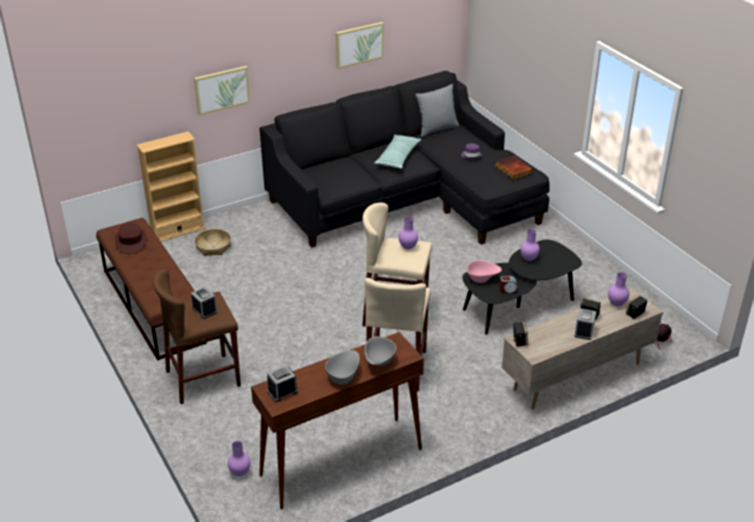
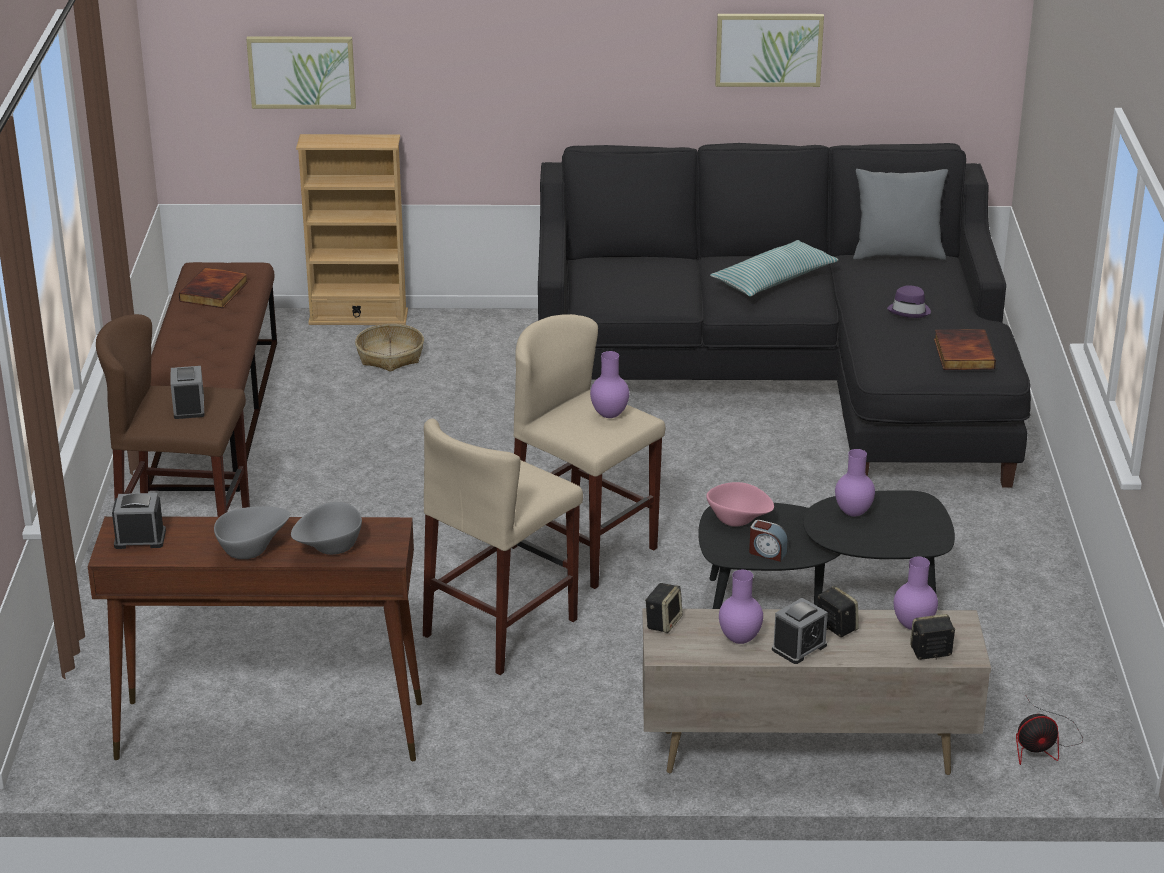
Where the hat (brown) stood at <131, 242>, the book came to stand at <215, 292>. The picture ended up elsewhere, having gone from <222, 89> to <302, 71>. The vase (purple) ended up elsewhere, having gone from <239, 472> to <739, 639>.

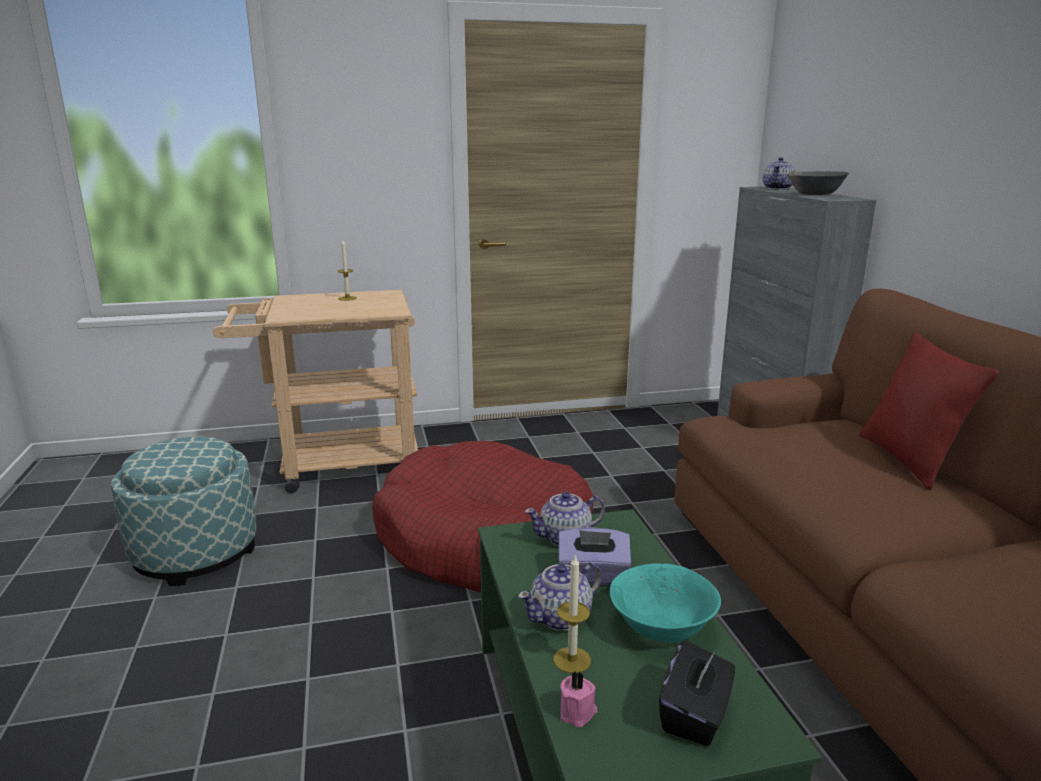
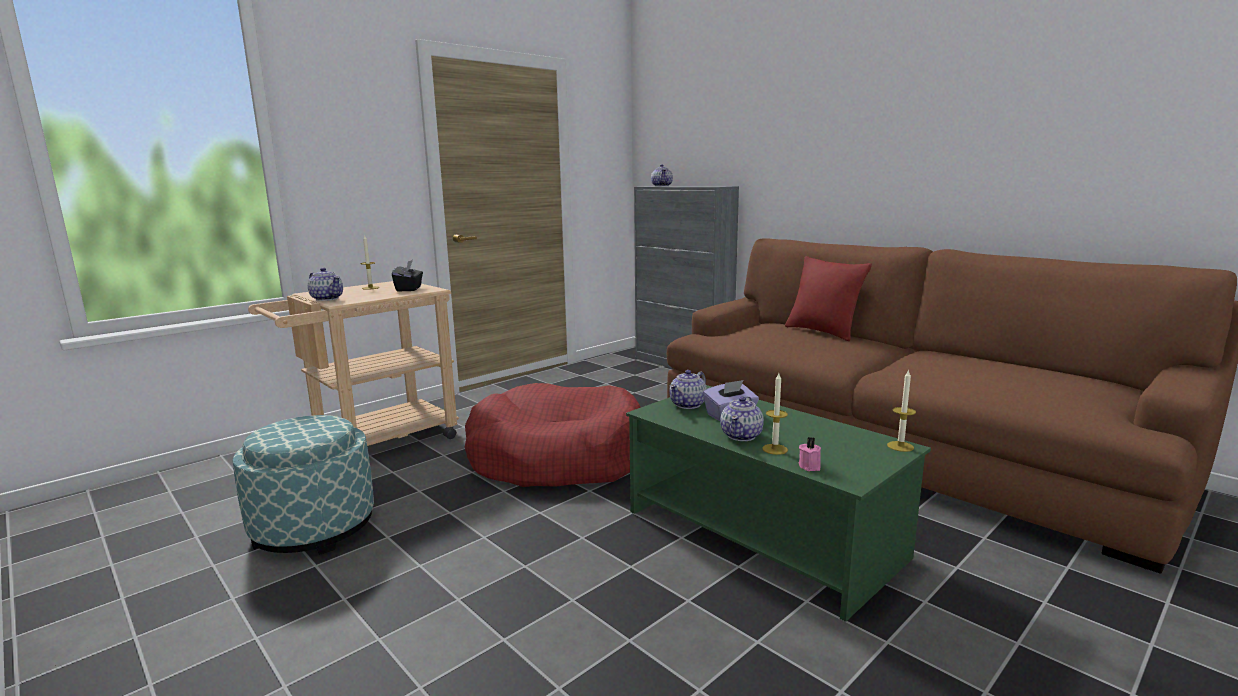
The second view gained the teapot at <327, 298>. The tissue box (black) ended up elsewhere, having gone from <695, 715> to <409, 289>. The second view gained the candle at <900, 446>. The second view lost the bowl (turquoise) at <663, 626>. The second view lost the bowl (grey) at <815, 194>.

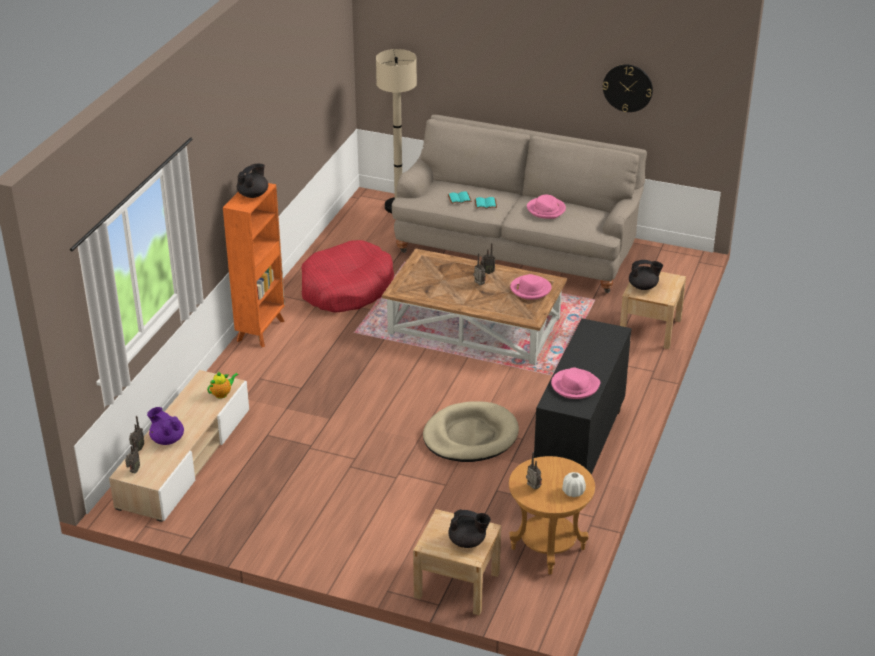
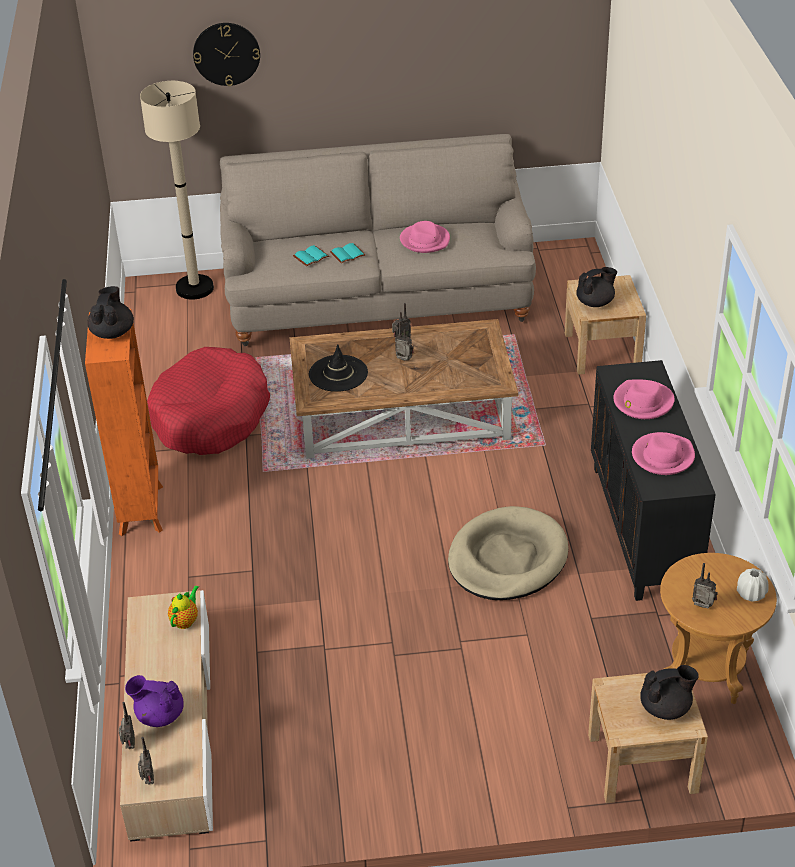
The wall clock ended up elsewhere, having gone from <627, 88> to <226, 54>. The second view gained the hat (black) at <338, 374>. The hat (pink) ended up elsewhere, having gone from <530, 289> to <642, 402>.

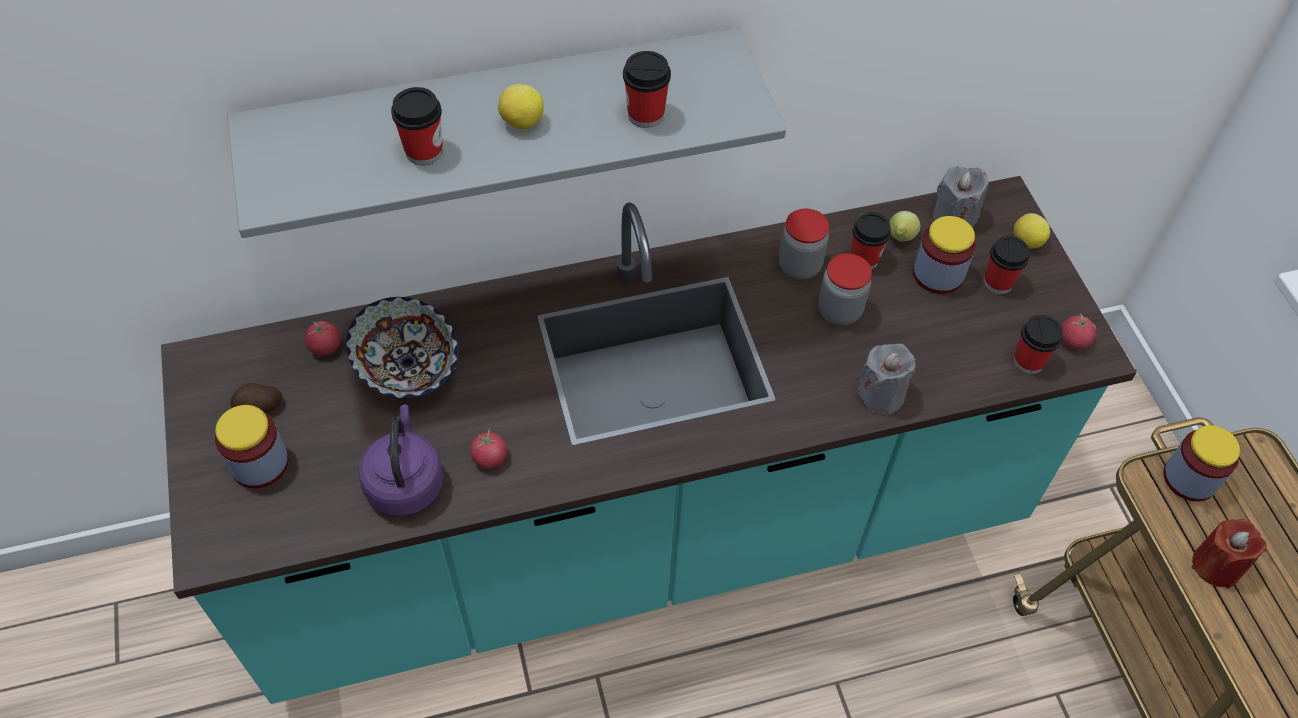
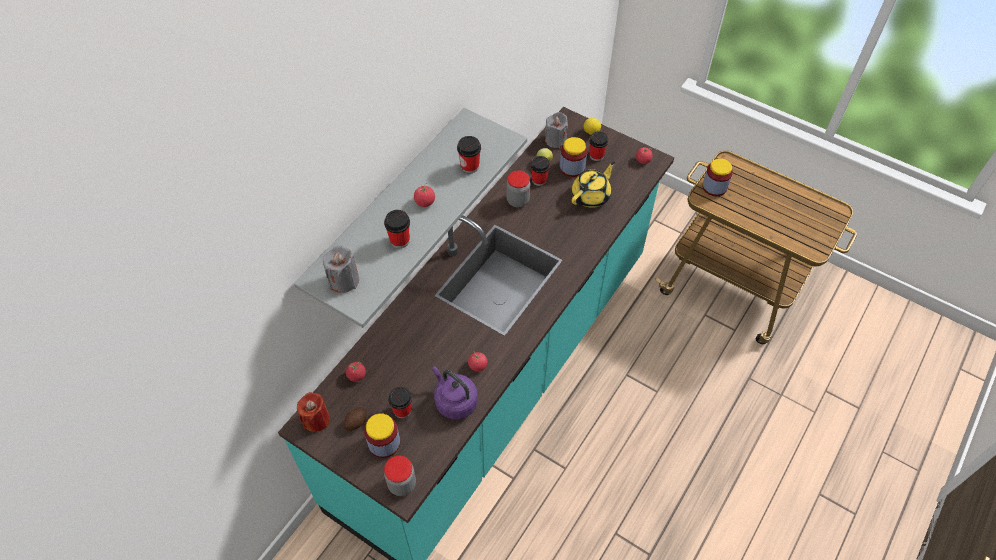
The candle (red) ended up elsewhere, having gone from <1216, 565> to <316, 419>. The candle (grey) ended up elsewhere, having gone from <881, 394> to <344, 280>. The jar ended up elsewhere, having gone from <839, 311> to <402, 484>. The cup ended up elsewhere, having gone from <1028, 361> to <402, 410>. Where the lemon stood at <521, 122>, the tomato came to stand at <425, 202>. The second view gained the teapot (yellow) at <591, 195>. The second view lost the bowl at <408, 365>.

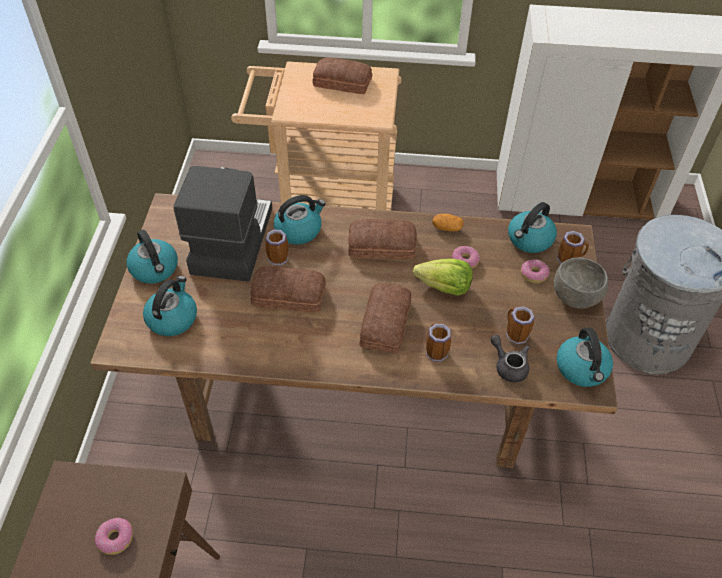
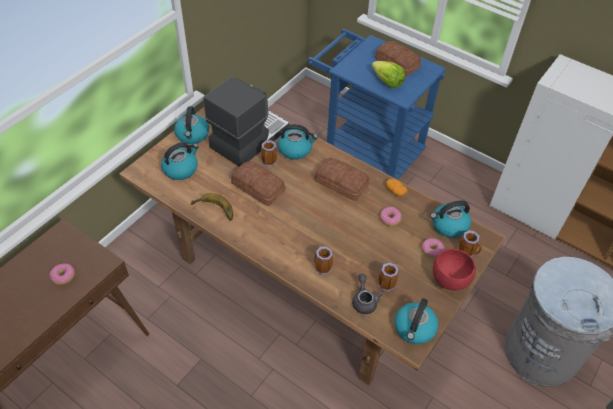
The second view gained the banana at <213, 211>. What was the cart (beige) at <325, 204> turned into the cart (blue) at <366, 148>. The lettuce ended up elsewhere, having gone from <444, 287> to <387, 82>. What was the bowl (grey) at <576, 297> turned into the bowl (red) at <450, 280>. The second view lost the bread at <387, 323>.

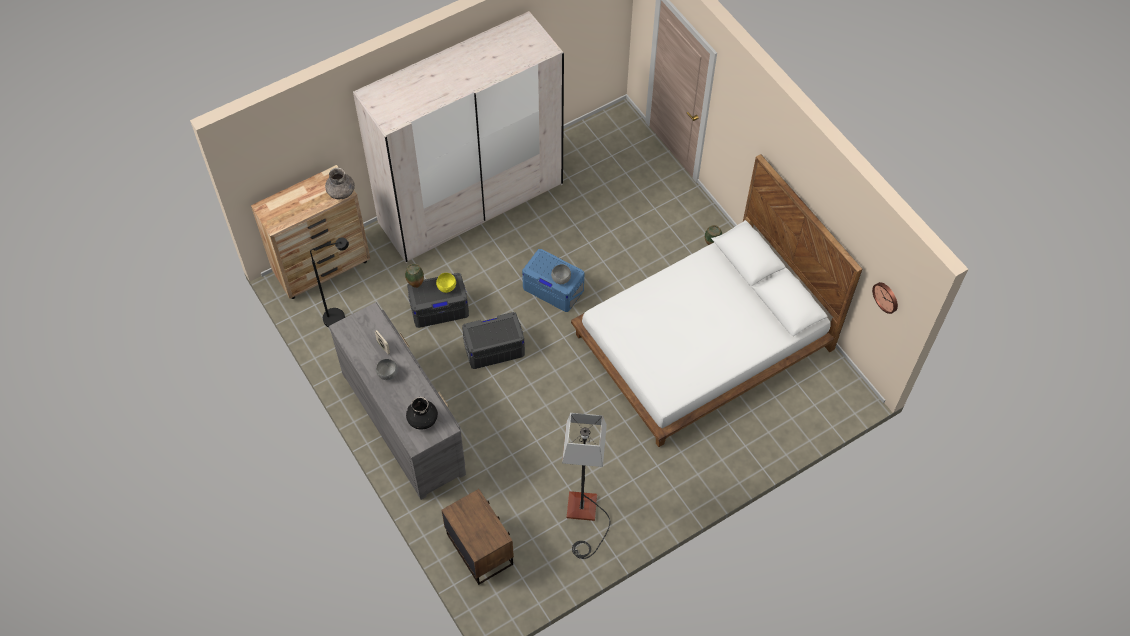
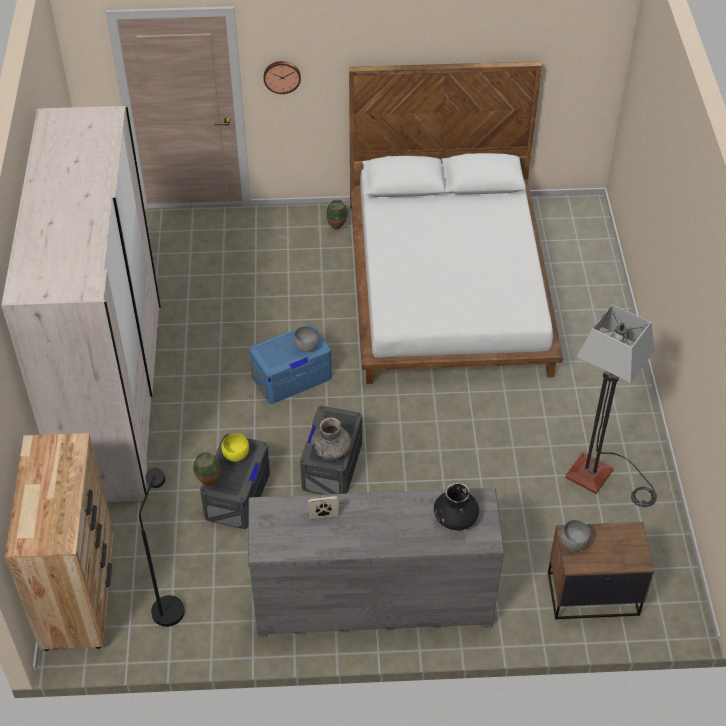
The wall clock ended up elsewhere, having gone from <886, 297> to <282, 76>. The vase (grey) ended up elsewhere, having gone from <341, 191> to <331, 450>. The bowl (grey) ended up elsewhere, having gone from <388, 374> to <574, 542>.

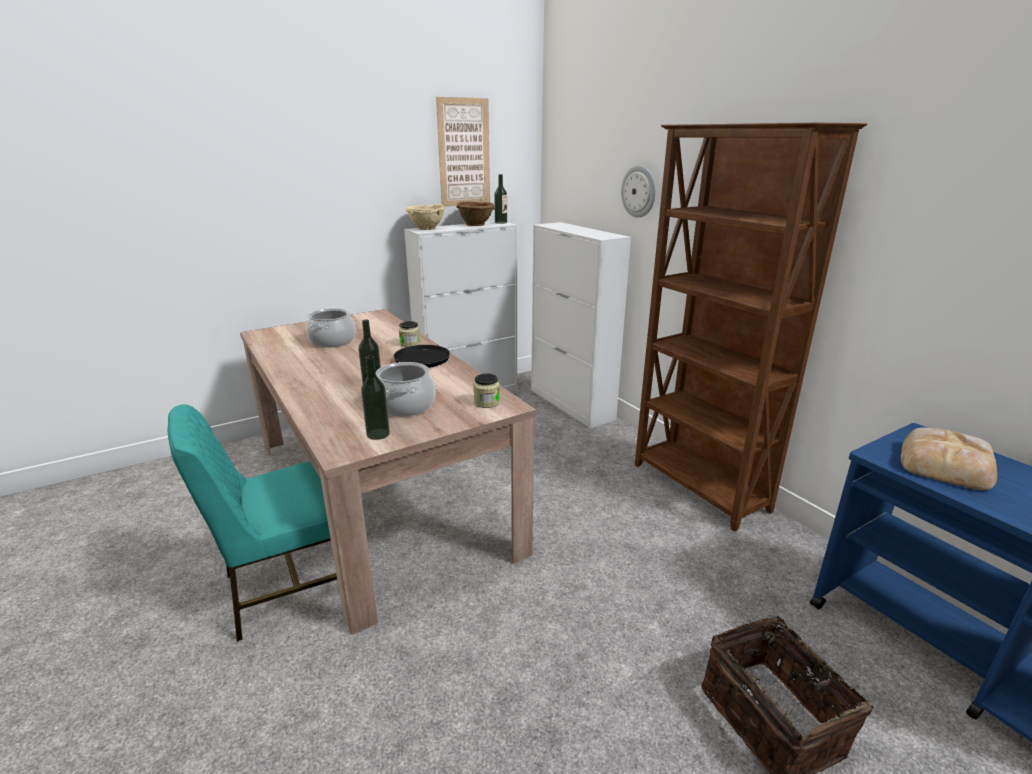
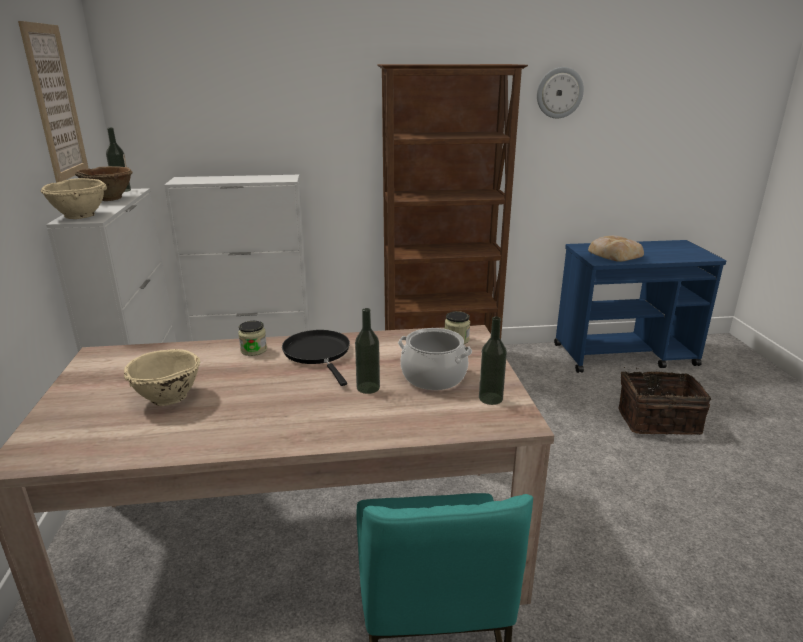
Where the cooking pot stood at <332, 341>, the bowl (beige) came to stand at <167, 397>. The wall clock ended up elsewhere, having gone from <639, 191> to <559, 93>.

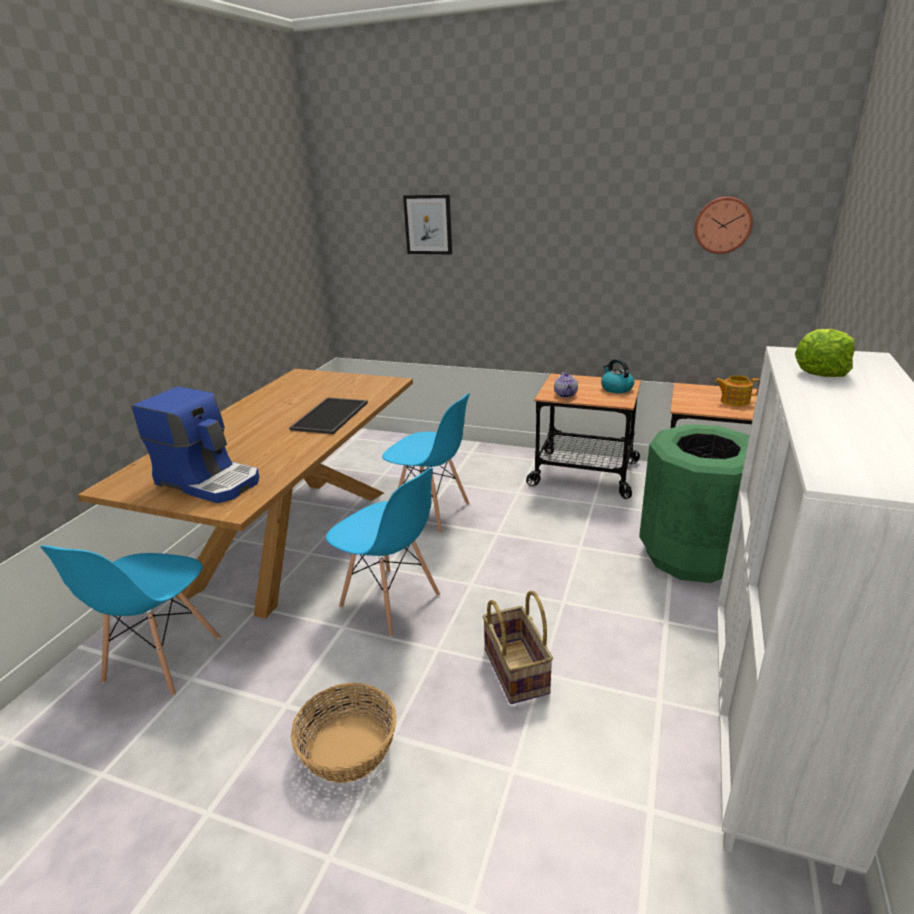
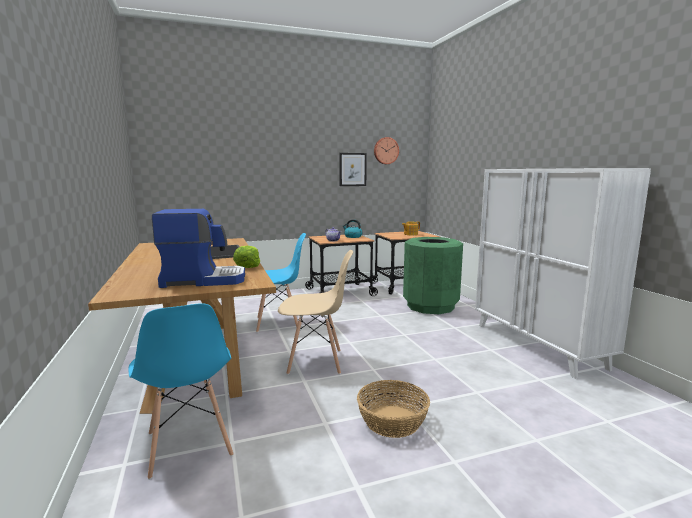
The lettuce ended up elsewhere, having gone from <820, 371> to <247, 266>. What was the chair (blue) at <390, 601> turned into the chair (beige) at <315, 362>. The picture ended up elsewhere, having gone from <428, 224> to <352, 169>. The second view lost the basket at <517, 670>.

